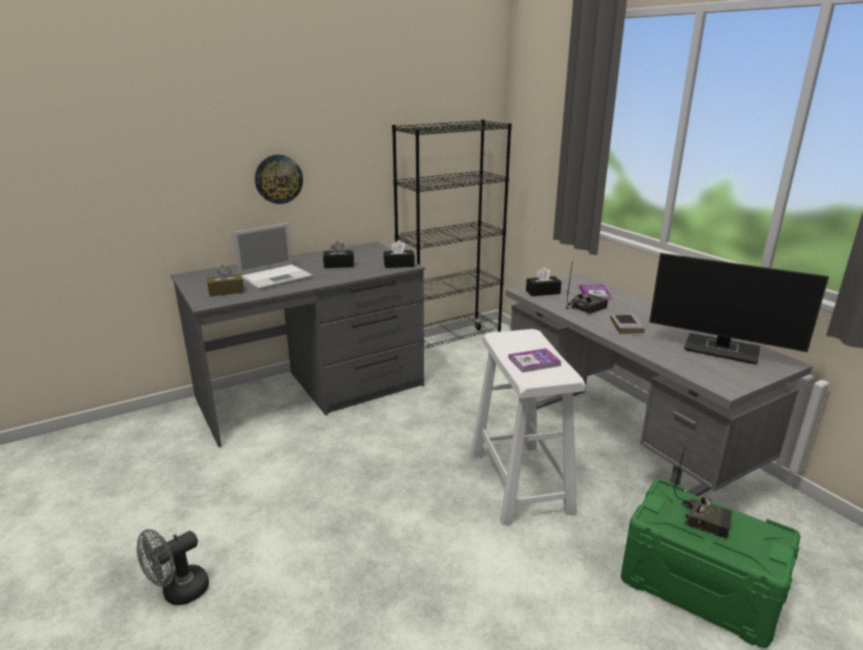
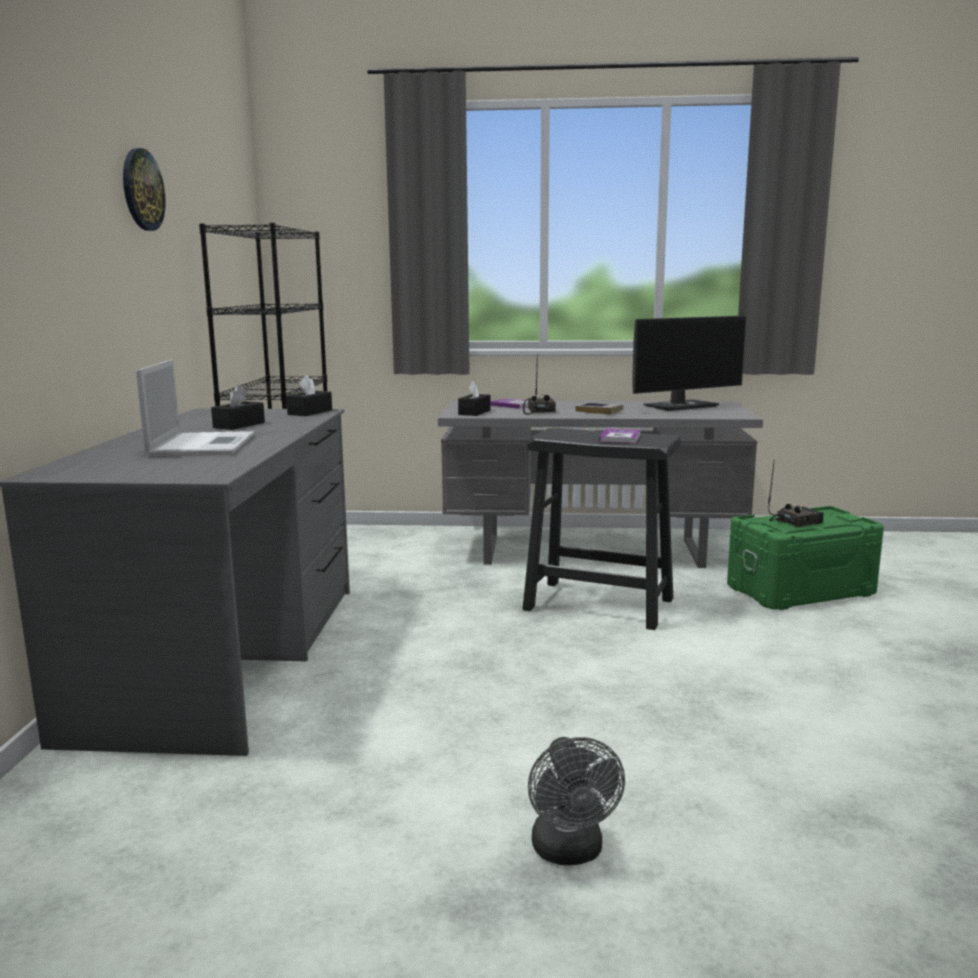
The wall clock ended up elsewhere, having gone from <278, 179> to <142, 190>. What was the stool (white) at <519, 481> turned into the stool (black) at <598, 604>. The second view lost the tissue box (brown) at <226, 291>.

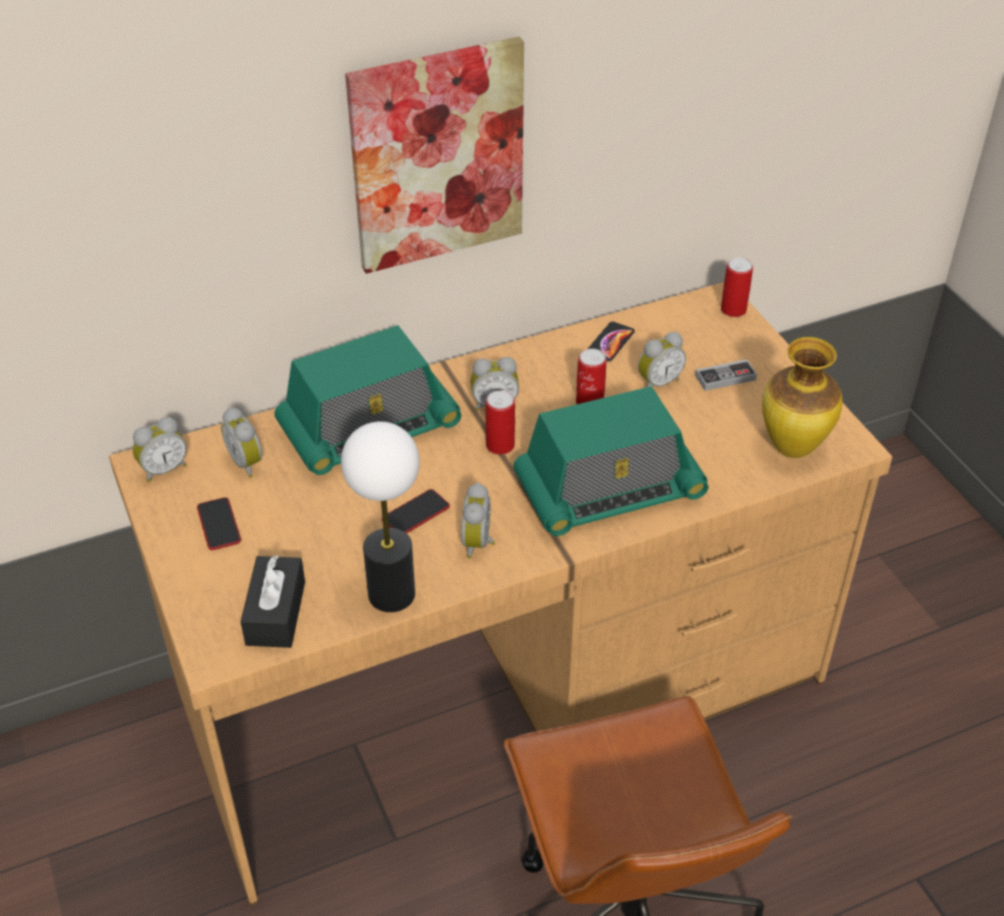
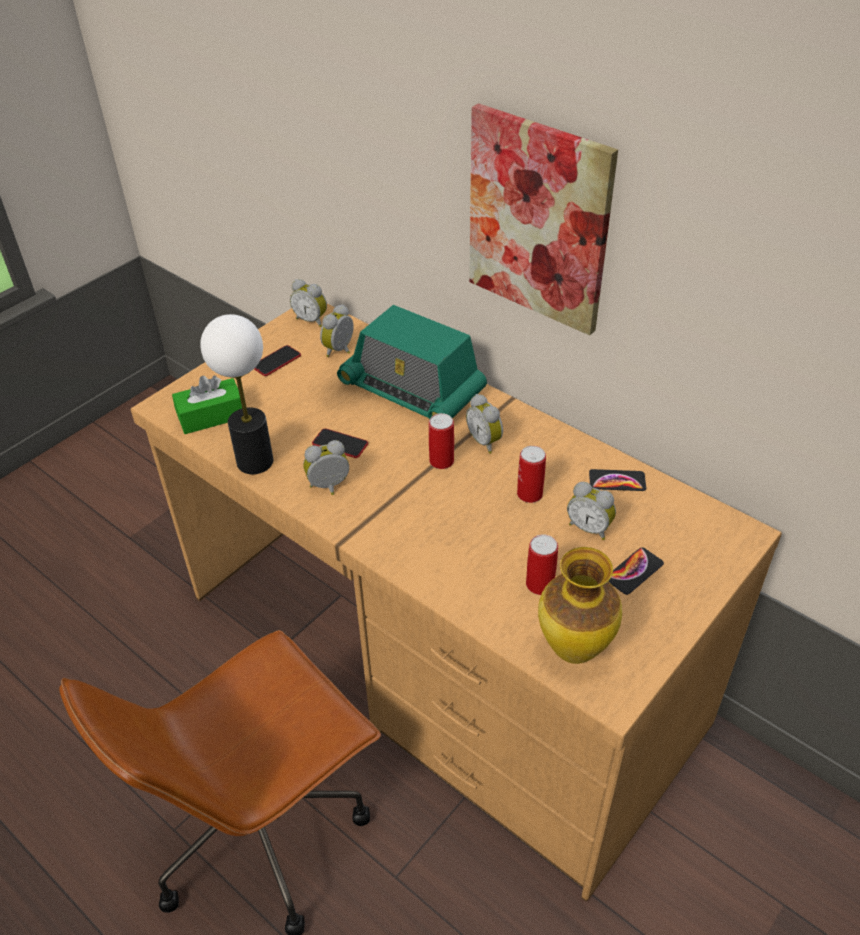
What was the tissue box (black) at <276, 613> turned into the tissue box (green) at <211, 416>. The can ended up elsewhere, having gone from <733, 310> to <539, 584>. Where the game controller stood at <725, 378>, the phone came to stand at <634, 571>. The second view lost the radio at <608, 490>.

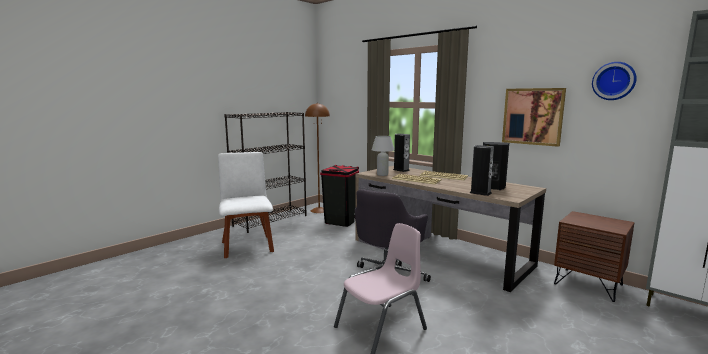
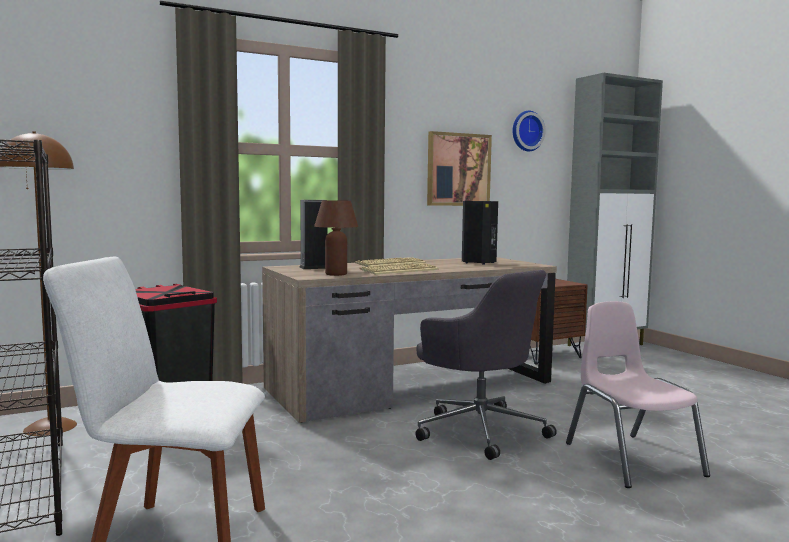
What was the table lamp (white) at <382, 174> turned into the table lamp (brown) at <336, 274>. The second view lost the speaker at <480, 193>.

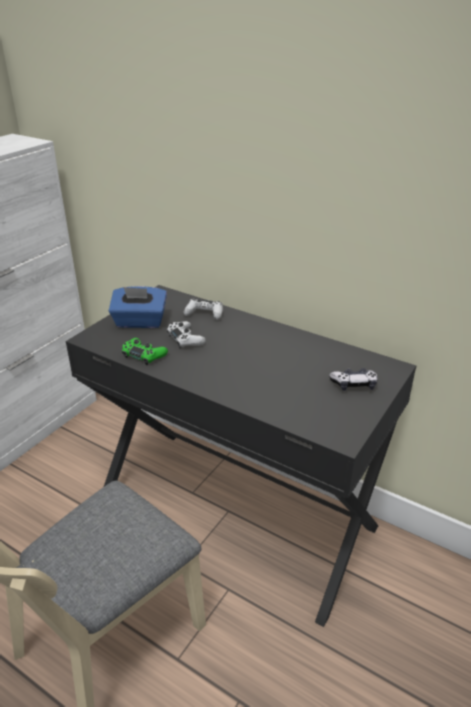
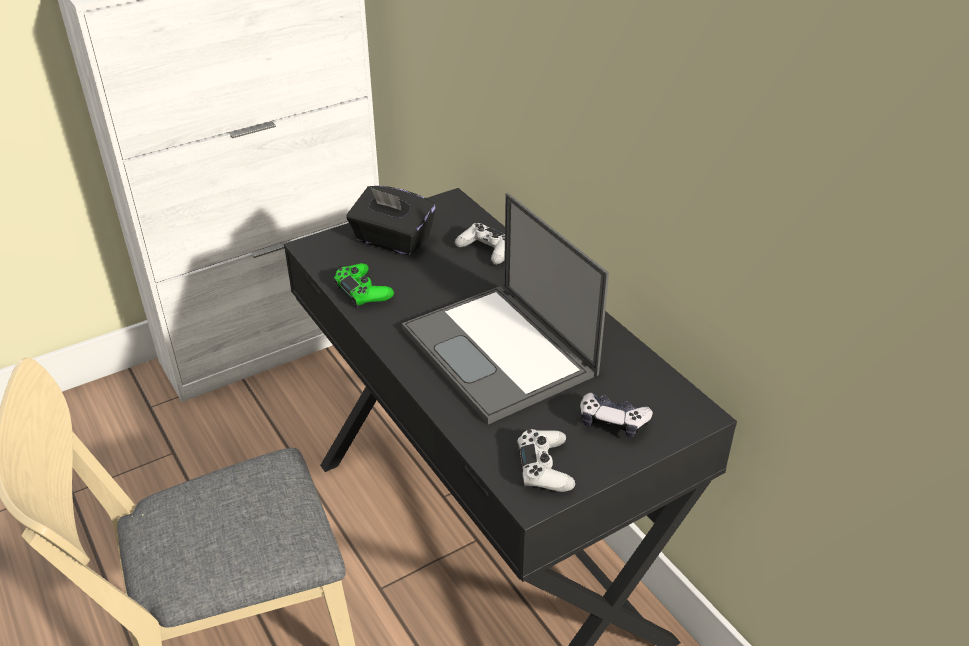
What was the tissue box (blue) at <140, 322> turned into the tissue box (black) at <392, 240>. The second view gained the laptop at <500, 352>. The game controller (white) ended up elsewhere, having gone from <185, 339> to <544, 467>.

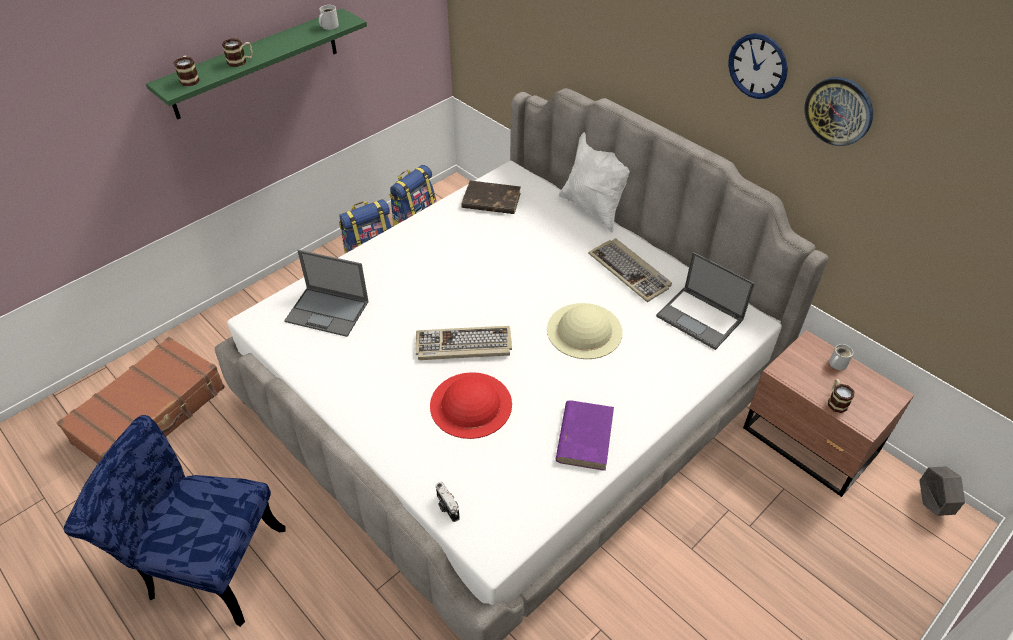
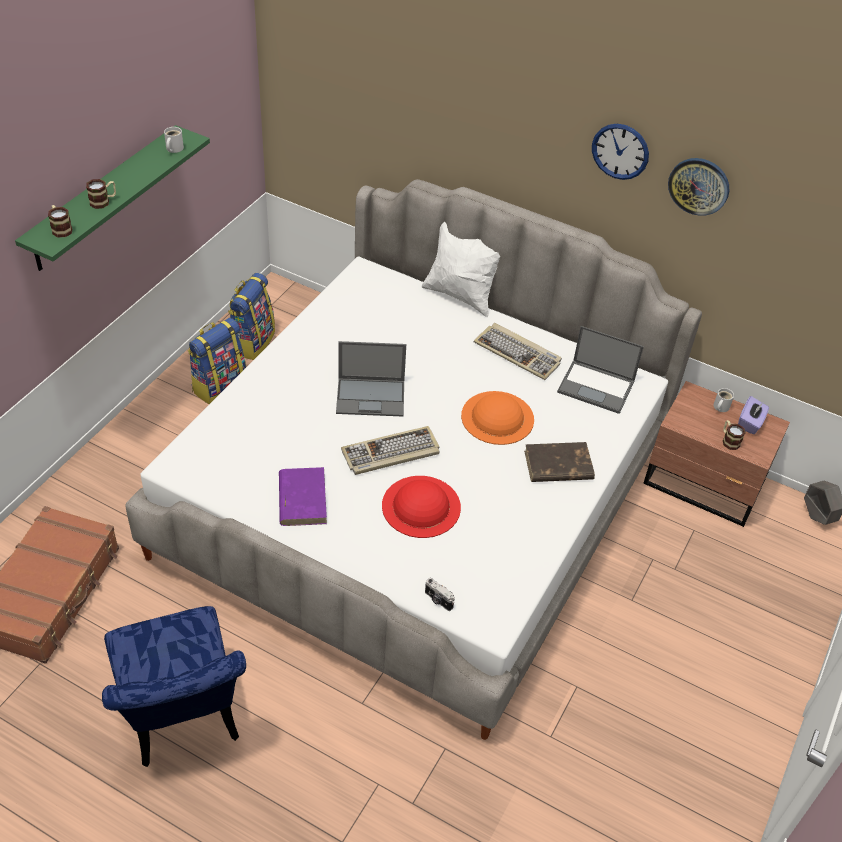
The chair (blue) at <206, 562> ended up facing another way, 105 degrees counterclockwise from before. The book (purple) ended up elsewhere, having gone from <584, 436> to <302, 498>. The laptop ended up elsewhere, having gone from <328, 311> to <371, 397>. What was the hat (beige) at <584, 330> turned into the hat (orange) at <497, 417>. The book (brown) ended up elsewhere, having gone from <490, 201> to <557, 466>. The second view gained the tissue box (purple) at <750, 423>.

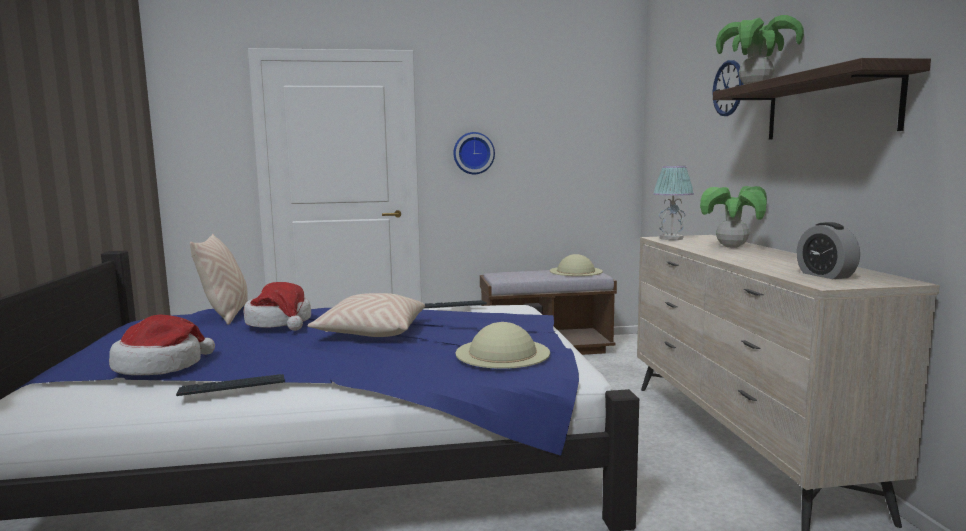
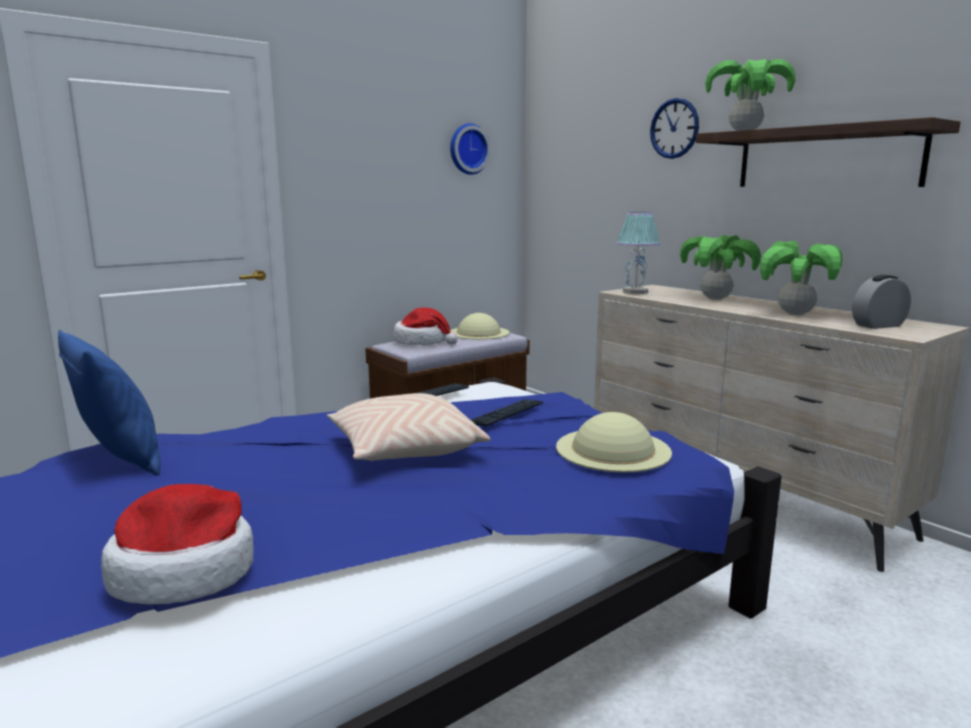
What was the pillow (beige) at <226, 315> turned into the pillow (blue) at <120, 459>. The hat ended up elsewhere, having gone from <280, 322> to <422, 342>. The wall clock ended up elsewhere, having gone from <473, 153> to <467, 149>. The keyboard ended up elsewhere, having gone from <232, 387> to <507, 413>. The second view gained the potted plant at <795, 314>. The alarm clock at <825, 275> ended up facing another way, 120 degrees clockwise from before.

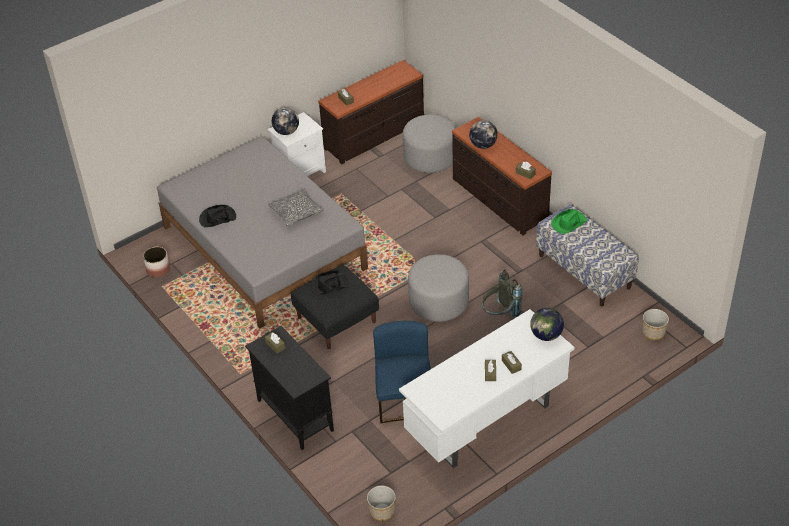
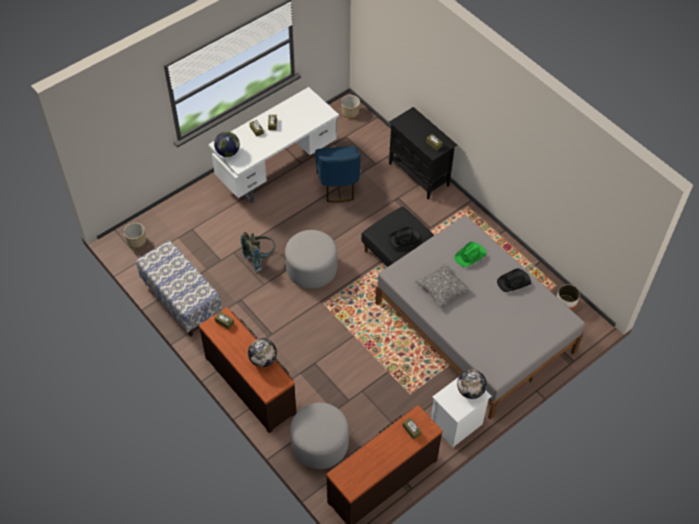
The hat (green) ended up elsewhere, having gone from <568, 223> to <470, 255>.

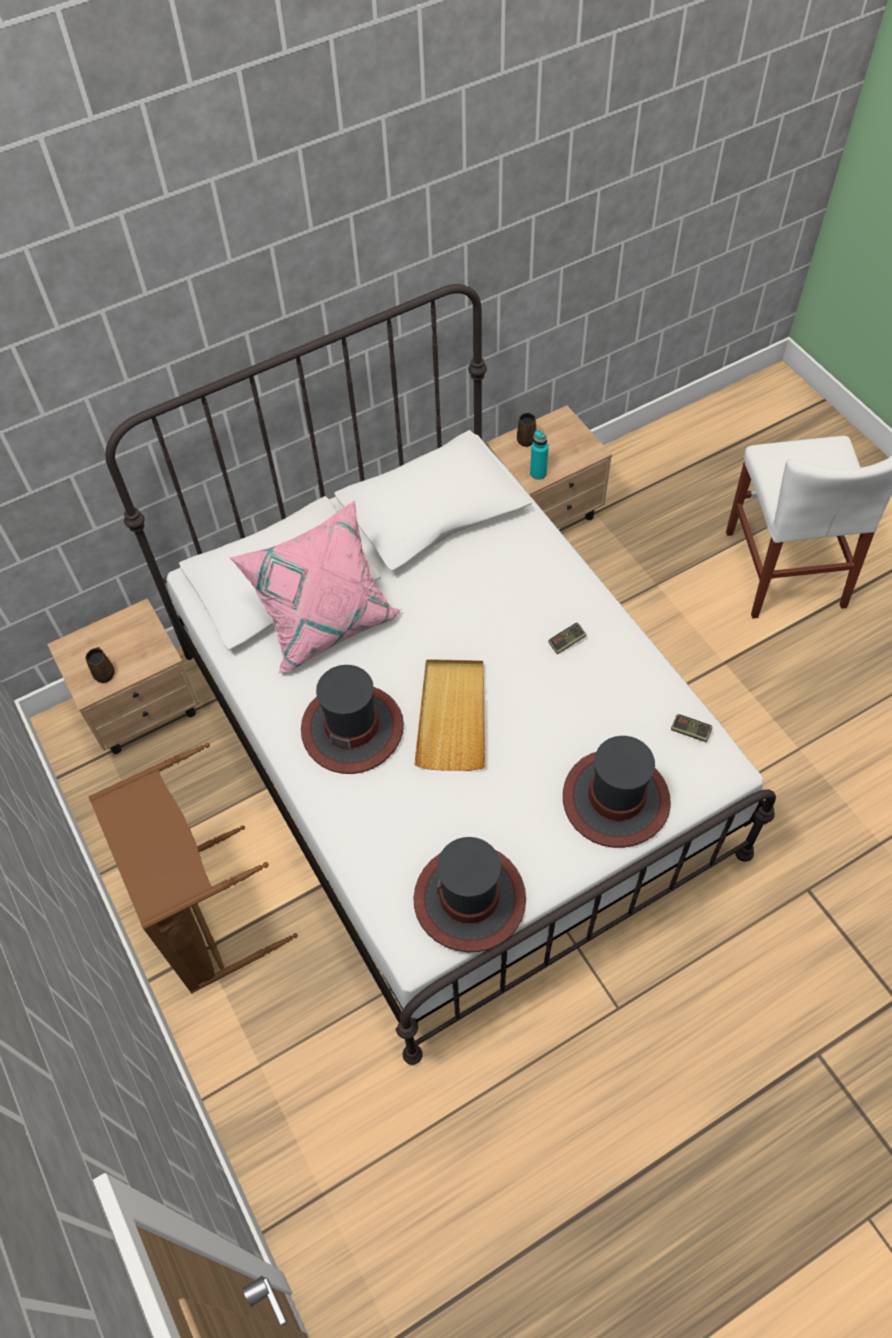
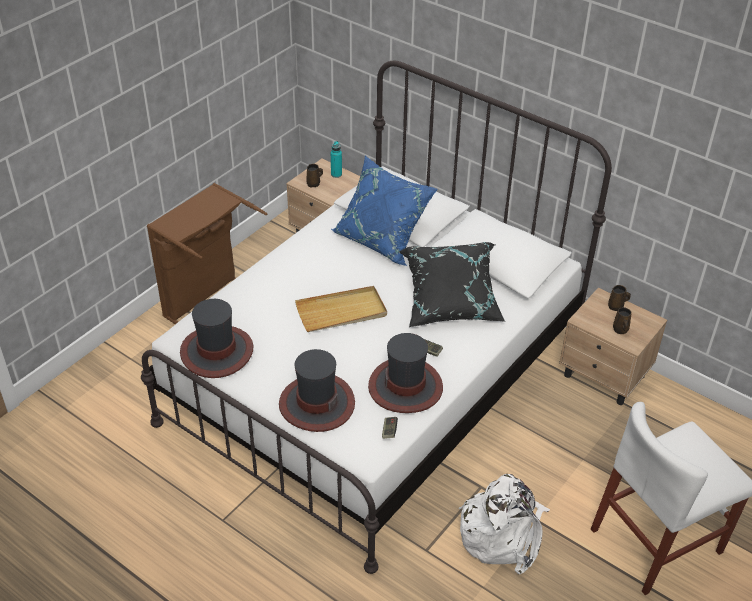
The bottle (turquoise) ended up elsewhere, having gone from <538, 473> to <336, 174>. What was the pillow (pink) at <325, 620> turned into the pillow (blue) at <382, 239>. The hat ended up elsewhere, having gone from <352, 728> to <406, 387>. The second view gained the pillow (black) at <450, 301>. The second view gained the backpack (white) at <502, 533>. The second view gained the mug (brown) at <620, 330>.

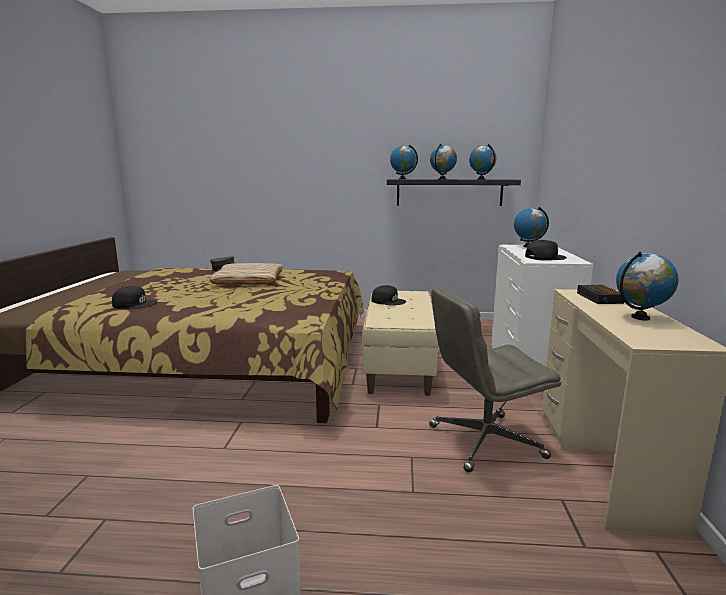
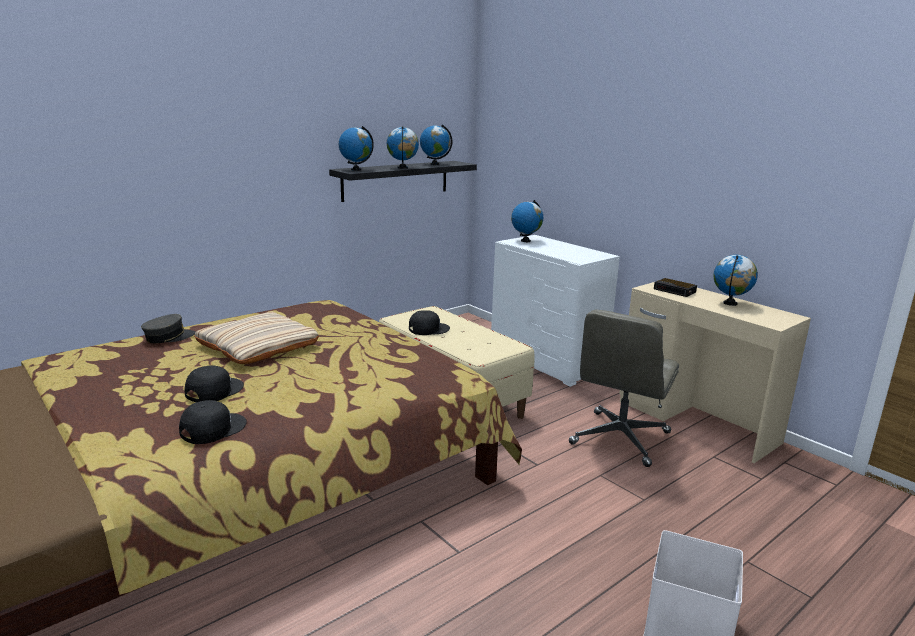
The cap (black) ended up elsewhere, having gone from <544, 257> to <213, 390>.

